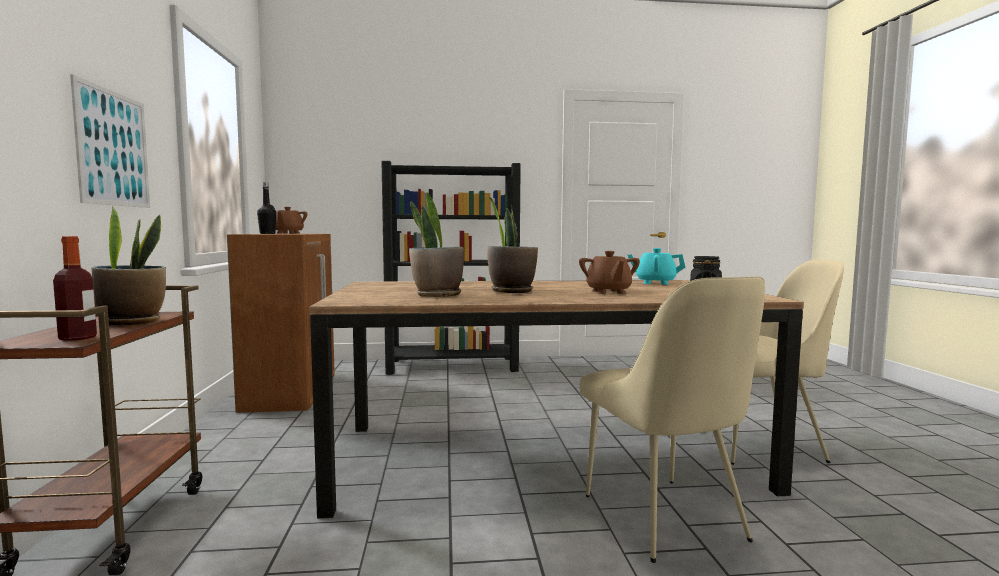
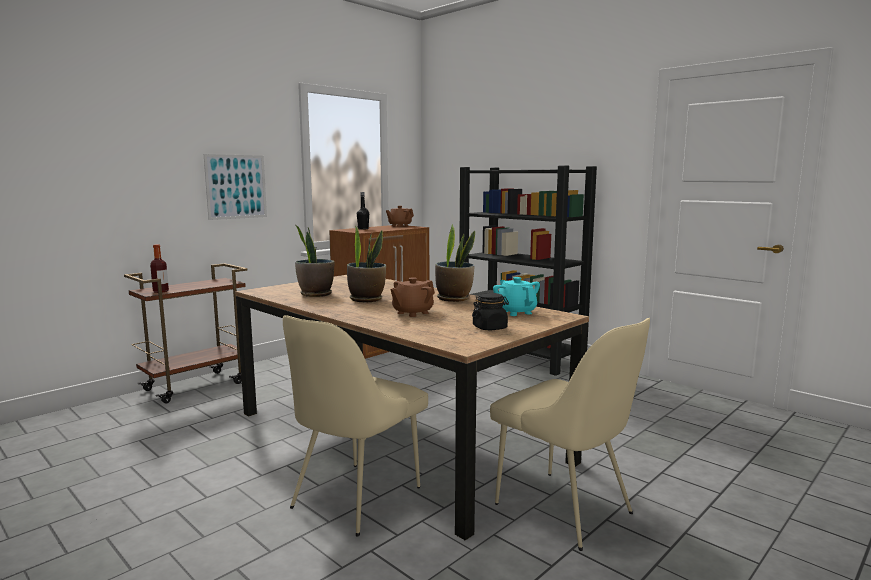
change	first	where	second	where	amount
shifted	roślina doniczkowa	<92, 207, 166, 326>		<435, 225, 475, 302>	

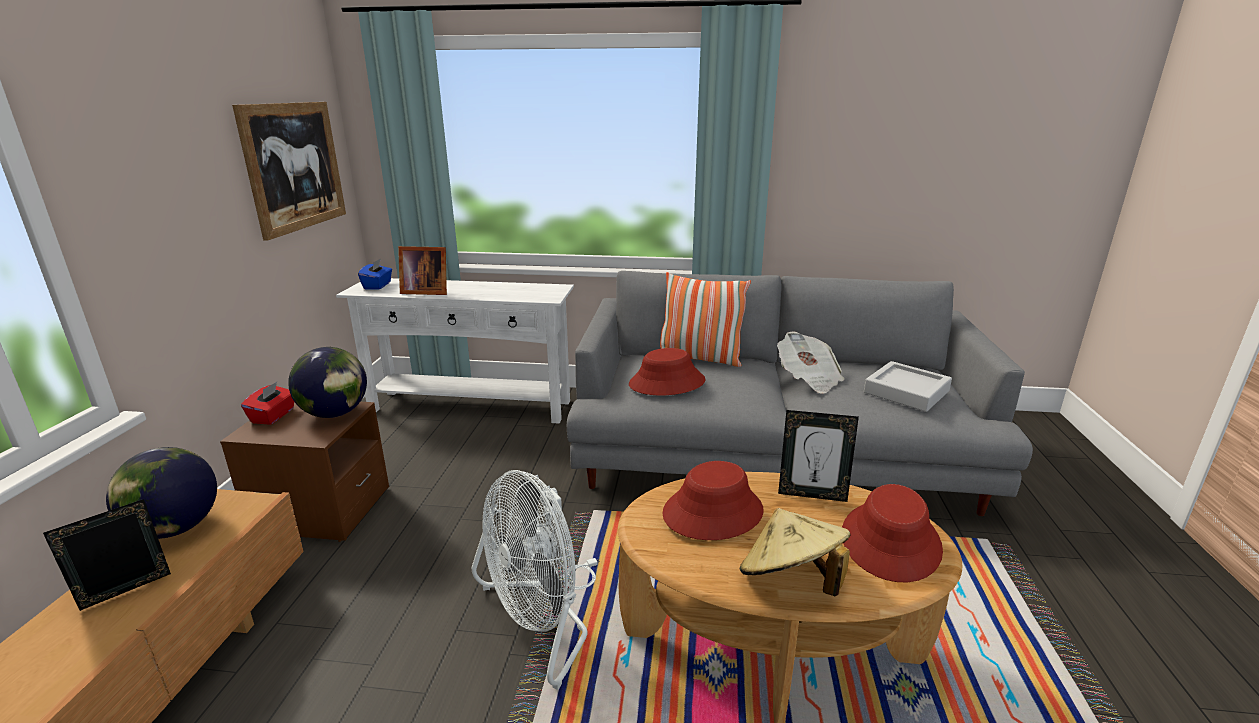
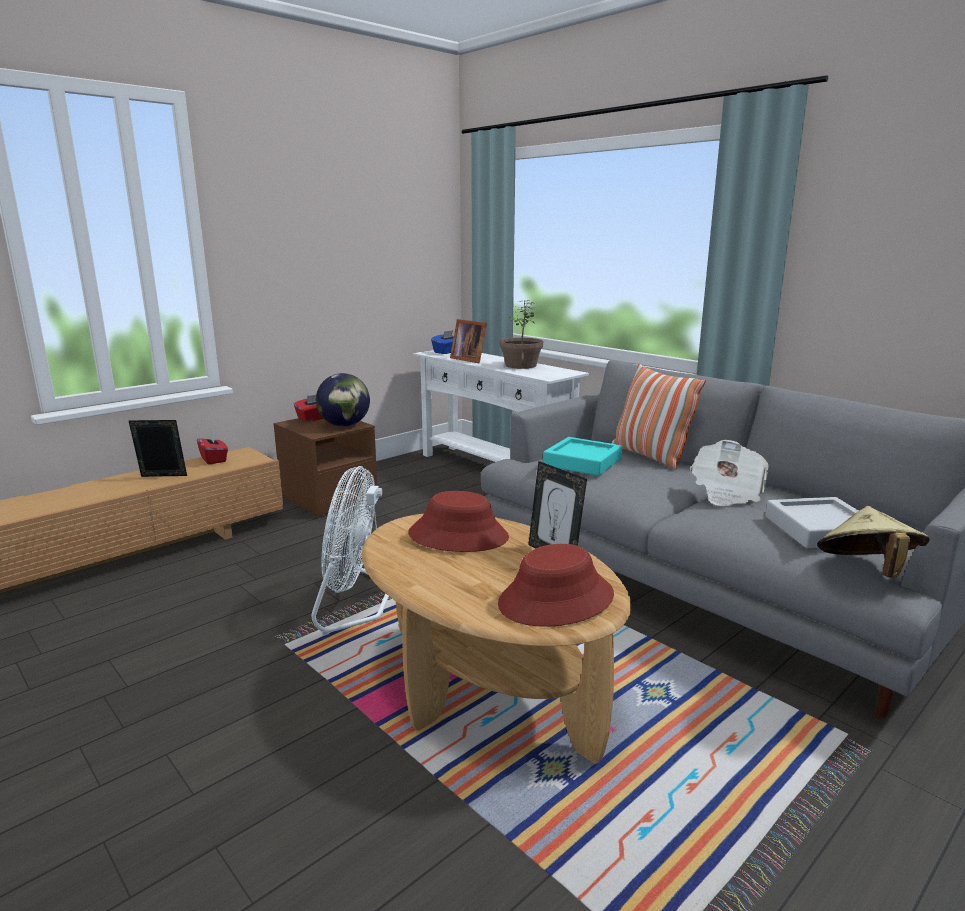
change	first	where	second	where	amount
gone	obraz	<232, 102, 346, 241>			
new			roślina doniczkowa	<500, 300, 543, 369>	
shifted	kapelusz [beżowy]	<740, 508, 850, 597>		<817, 506, 930, 578>	
swapped	globus	<106, 447, 217, 539>	pudełko chusteczek [czerwony]	<197, 431, 228, 464>	
swapped	kapelusz [czerwony]	<629, 348, 706, 395>	taca [turkusowy]	<543, 437, 622, 476>	

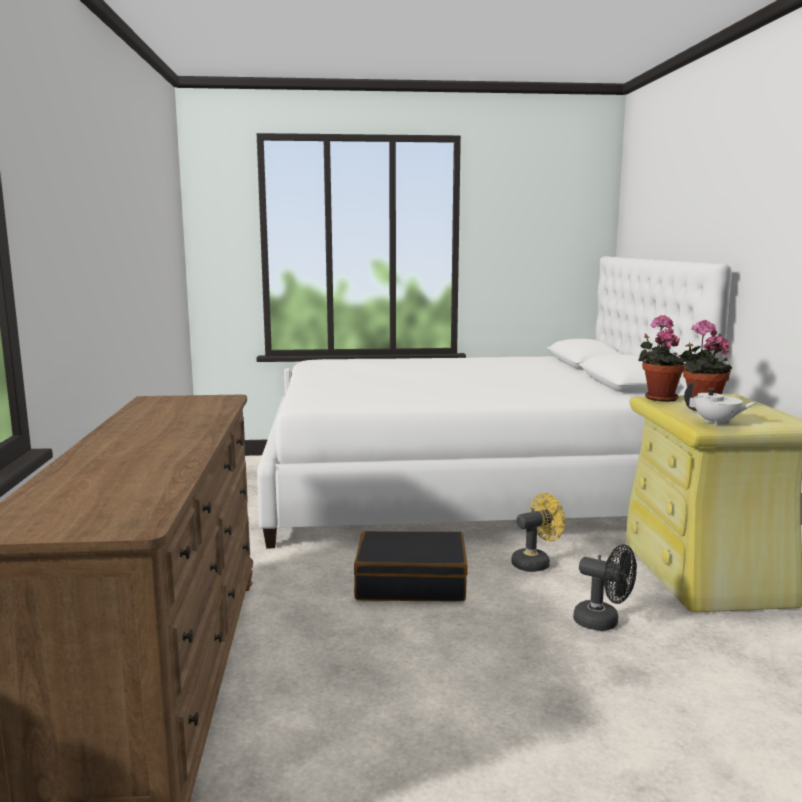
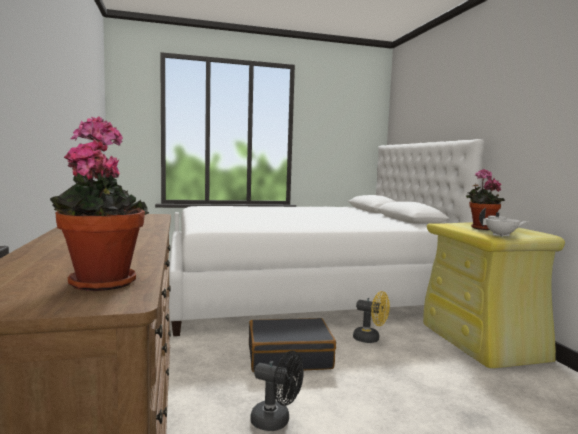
change	first	where	second	where	amount
shifted	wentylator [czarny]	<573, 544, 637, 631>		<250, 351, 304, 431>	
shifted	roślina doniczkowa	<638, 315, 685, 402>		<50, 116, 149, 291>	
rotated	wentylator [żółty]	<511, 493, 565, 572>		<353, 291, 390, 343>	60 degrees clockwise

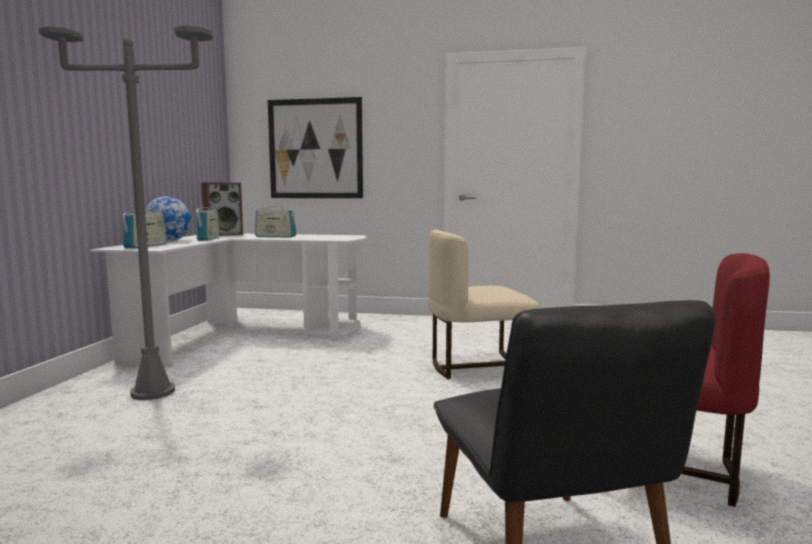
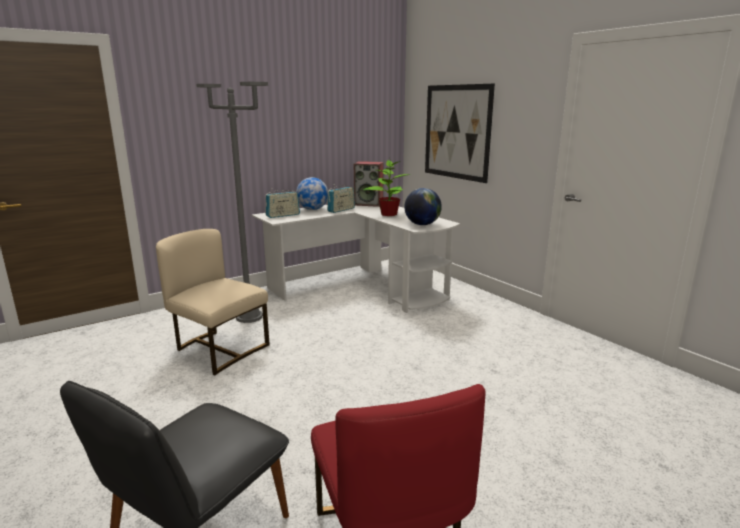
change	first	where	second	where	amount
new			globus	<404, 188, 442, 225>	
shifted	krzesło [beżowy]	<428, 230, 540, 379>		<156, 229, 270, 375>	
swapped	radio	<255, 203, 296, 238>	roślina doniczkowa	<363, 160, 410, 216>	

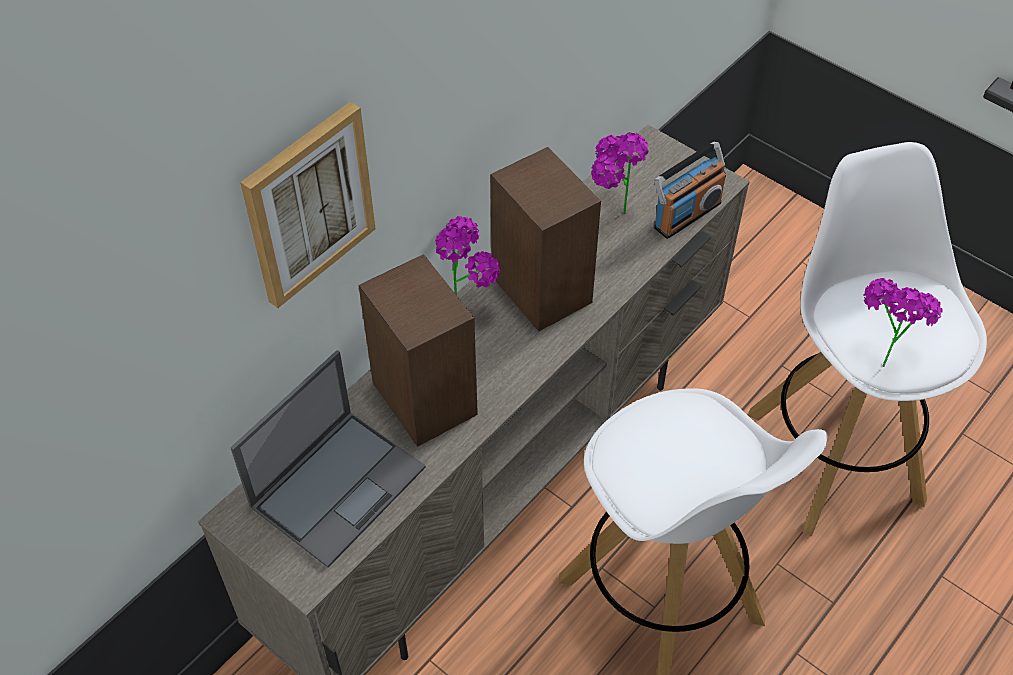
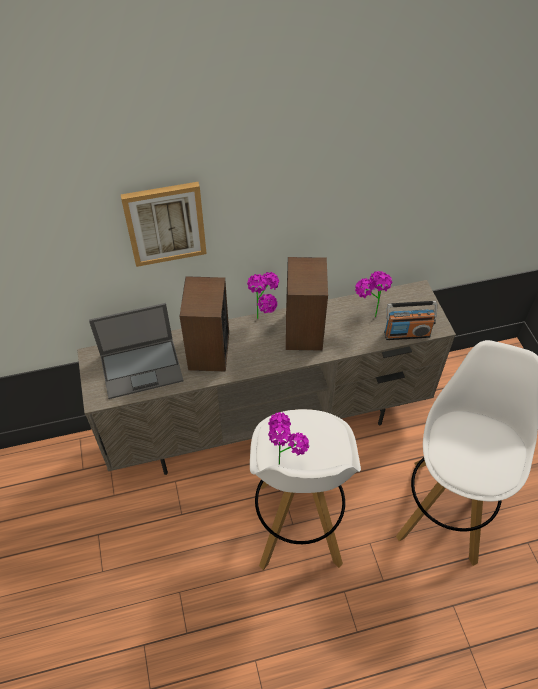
change	first	where	second	where	amount
shifted	roślina doniczkowa	<863, 278, 942, 367>		<268, 412, 309, 464>	

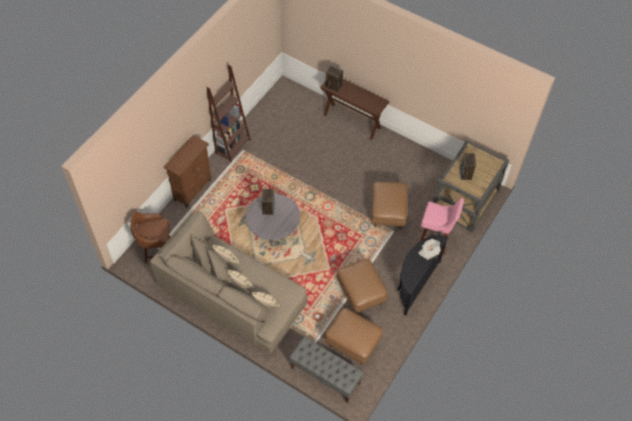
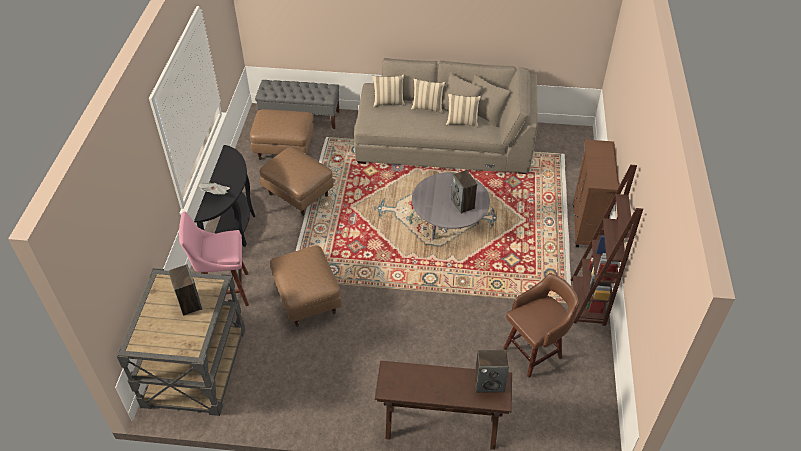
change	first	where	second	where	amount
shifted	stołek [brązowy]	<131, 211, 170, 263>		<503, 273, 579, 377>	

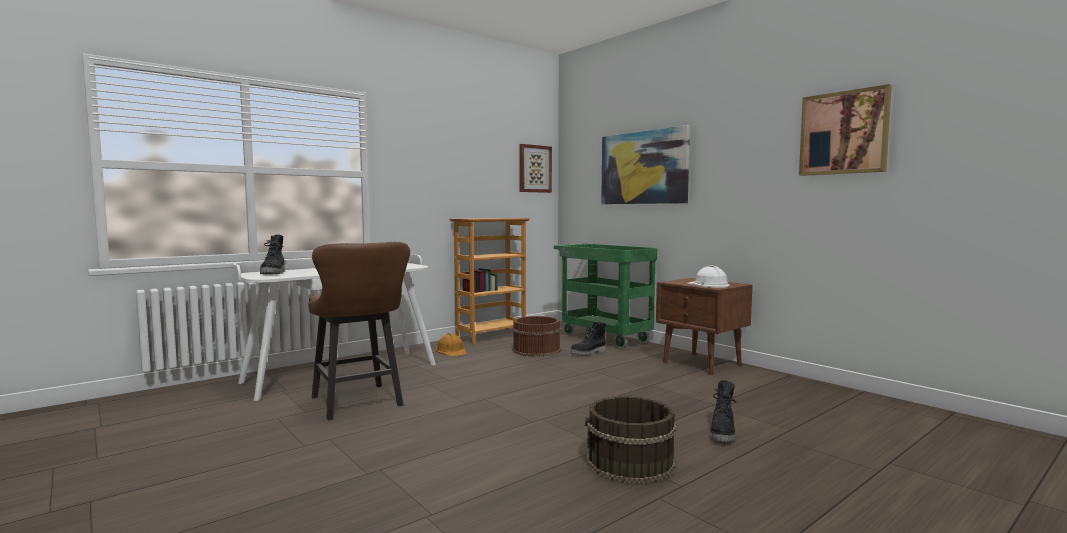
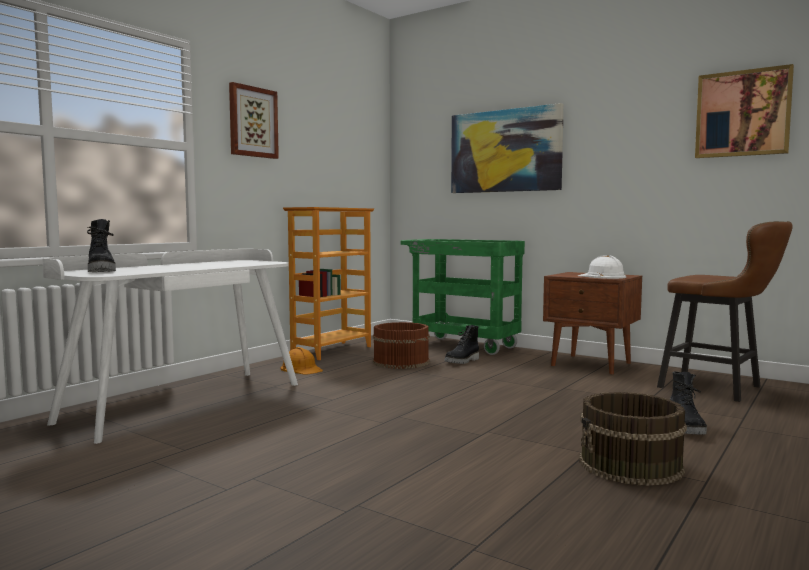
change	first	where	second	where	amount
shifted	stołek [brązowy]	<308, 242, 410, 420>		<657, 221, 793, 402>	
shifted	obraz	<519, 144, 552, 193>		<229, 82, 279, 159>	

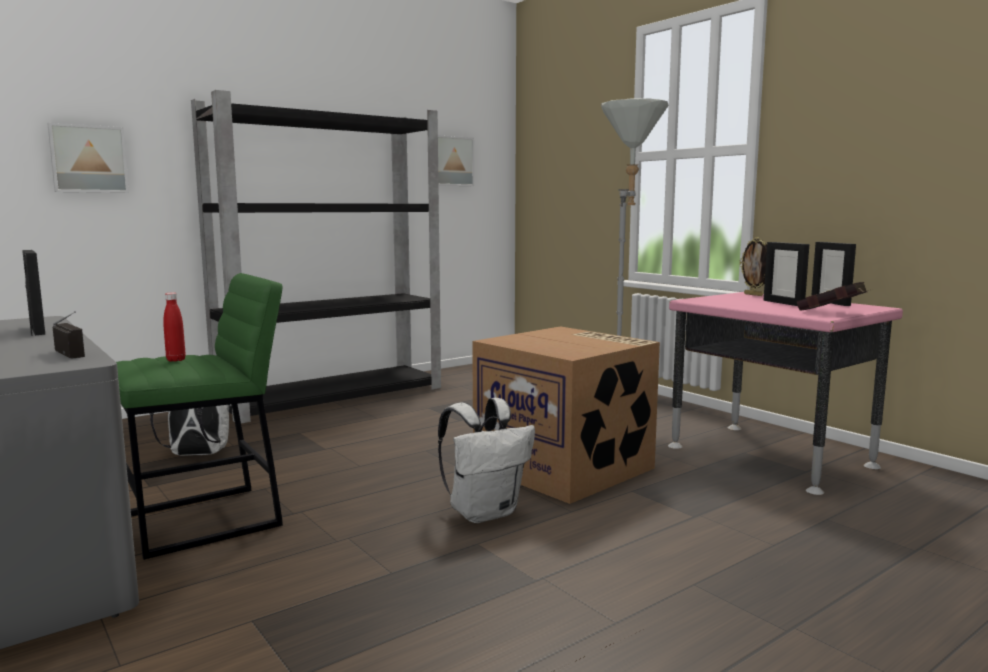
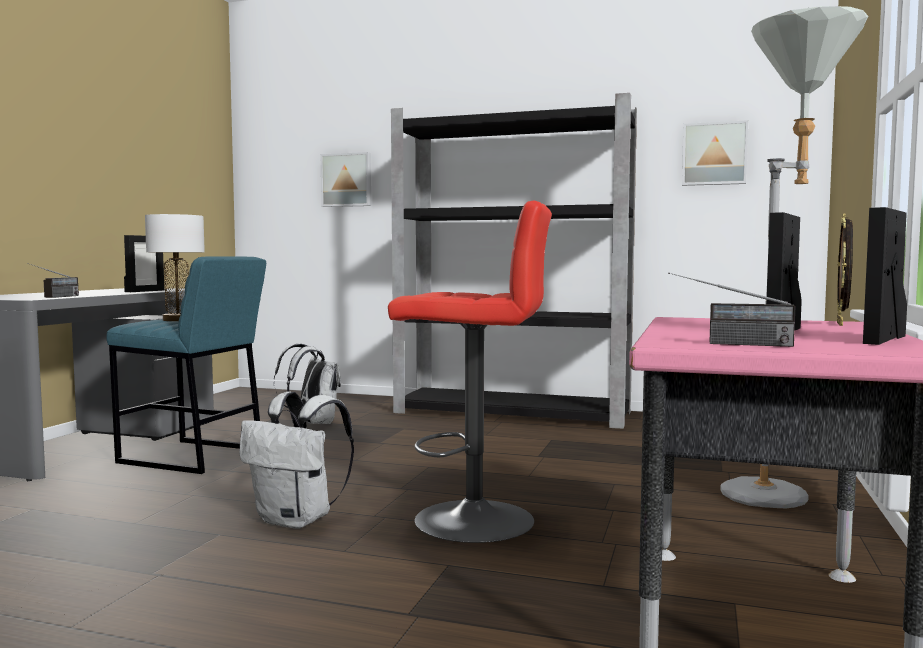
change	first	where	second	where	amount
swapped	butelka [czerwony]	<163, 293, 186, 362>	lampa stołowa	<145, 214, 205, 321>	
swapped	karton	<472, 326, 660, 504>	stołek [czerwony]	<388, 201, 552, 543>	
swapped	książka [czerwony]	<797, 282, 873, 311>	radio	<668, 272, 795, 347>	
repainted	stołek [zielony]	<116, 273, 283, 560>	stołek [niebieski]	<106, 256, 266, 474>	

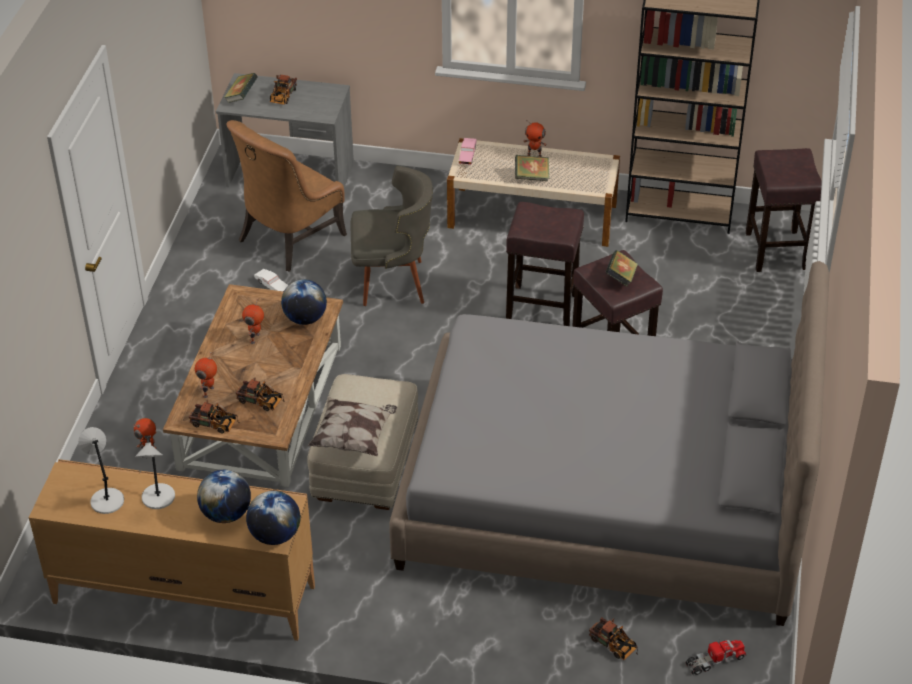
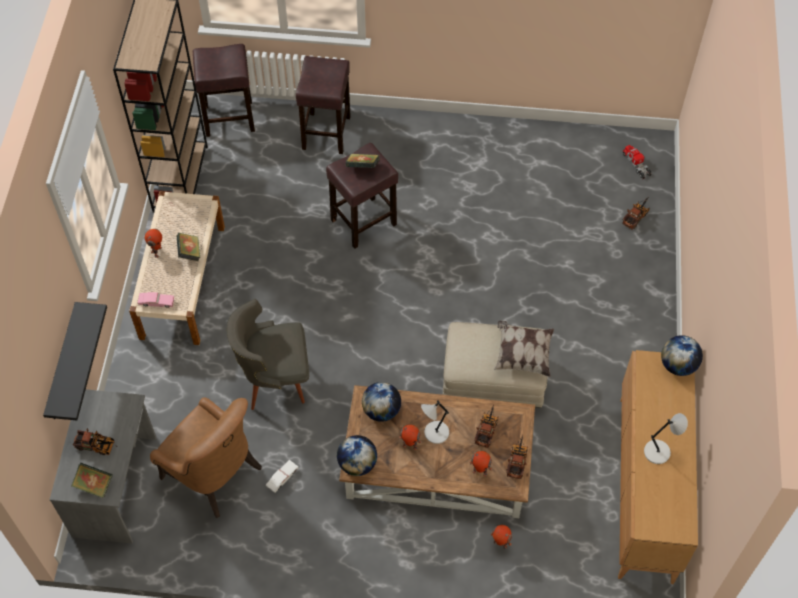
change	first	where	second	where	amount
gone	łóżko [szary]	<389, 261, 830, 626>			
new			półka [czarny]	<43, 302, 107, 420>	
shifted	lampa stołowa [szary]	<78, 427, 124, 514>		<421, 400, 449, 444>	
shifted	globus	<197, 470, 251, 523>		<337, 435, 377, 476>	
shifted	stołek [brązowy]	<506, 202, 584, 326>		<296, 56, 351, 154>	
rotated	krzesło [szary]	<351, 165, 433, 306>		<227, 299, 309, 410>	90 degrees counterclockwise

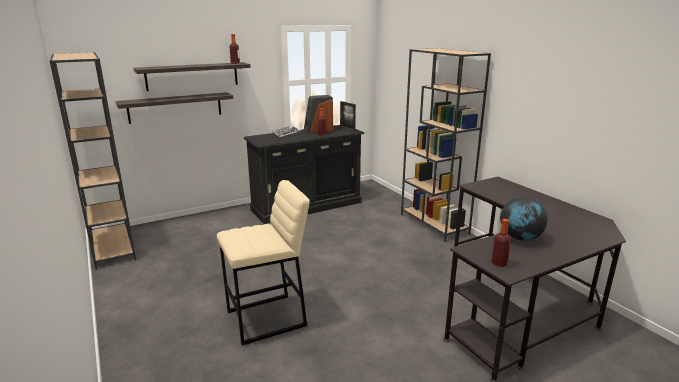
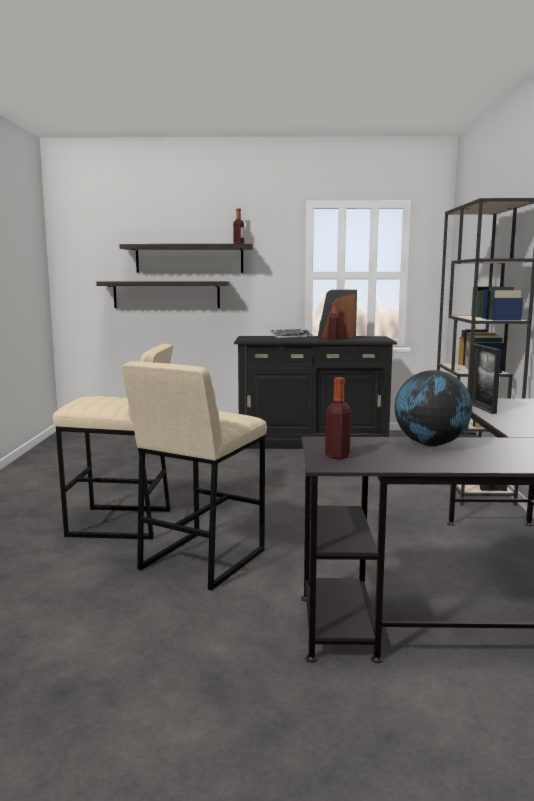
change	first	where	second	where	amount
gone	regał	<50, 52, 136, 269>			
new			stołek [beżowy]	<122, 361, 267, 591>	
shifted	ramka na zdjęcie	<340, 101, 356, 132>		<469, 344, 501, 414>	

